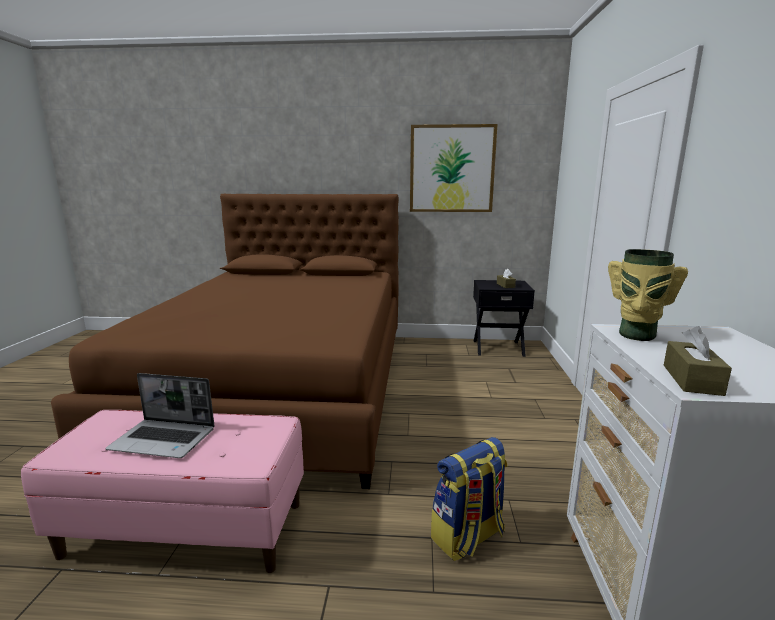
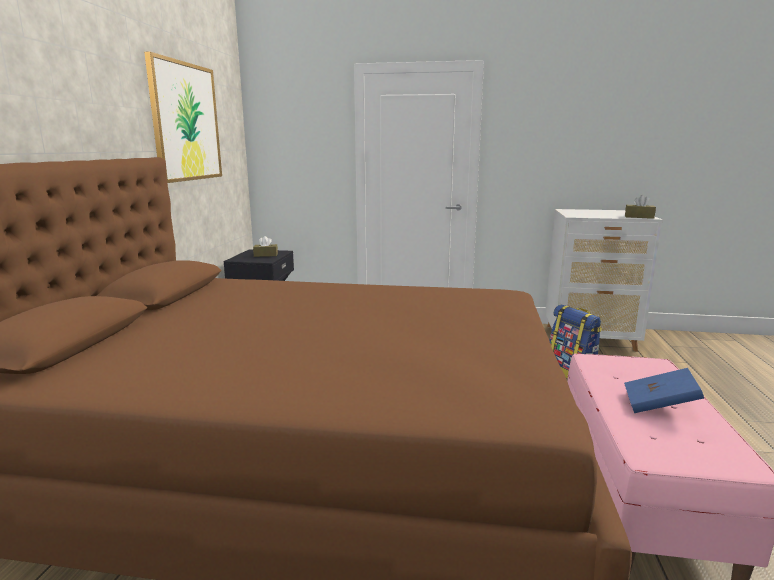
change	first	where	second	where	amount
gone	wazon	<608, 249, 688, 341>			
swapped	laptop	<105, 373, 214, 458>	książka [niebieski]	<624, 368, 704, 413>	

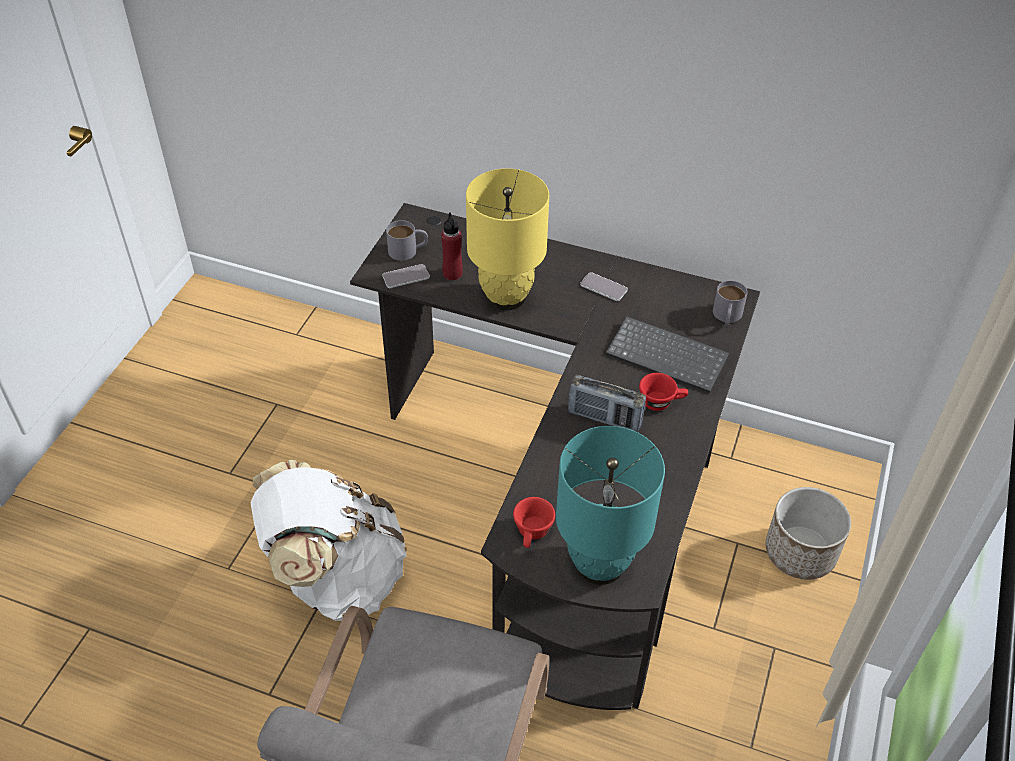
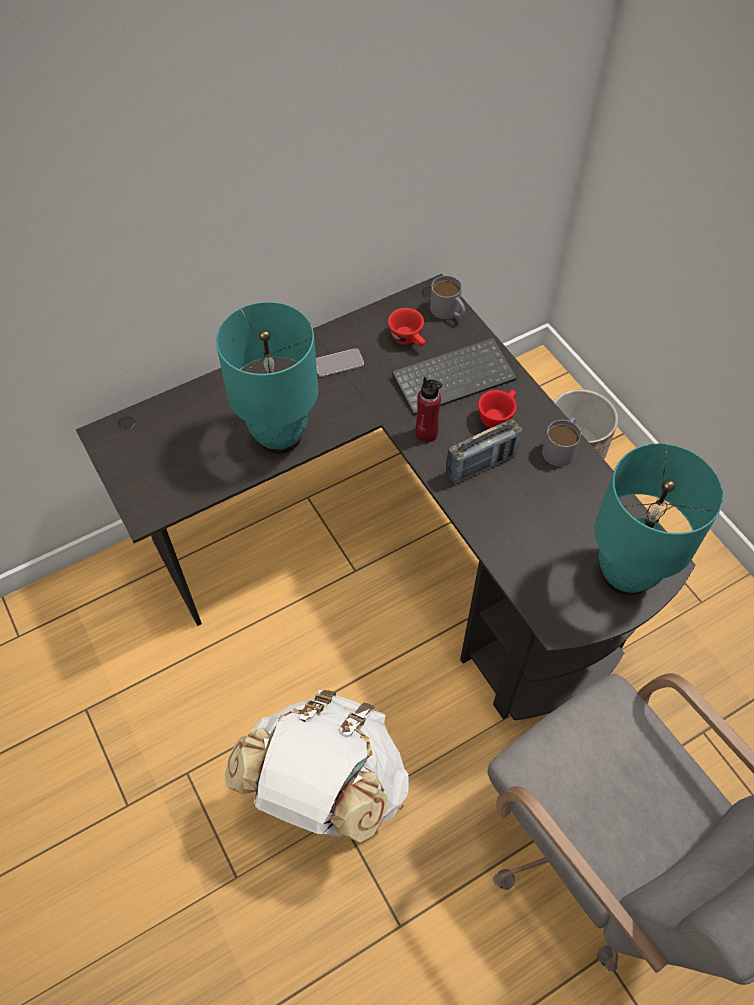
change	first	where	second	where	amount
gone	telefon	<382, 264, 430, 288>			
shifted	kubek [szary]	<386, 220, 428, 261>		<542, 418, 581, 466>	
shifted	butelka [czerwony]	<441, 212, 463, 280>		<415, 377, 442, 443>	
shifted	filiżanka [czerwony]	<513, 497, 555, 548>		<388, 308, 426, 346>	
repainted	lampa stołowa [żółty]	<466, 169, 549, 310>	lampa stołowa [turkusowy]	<216, 302, 318, 454>	

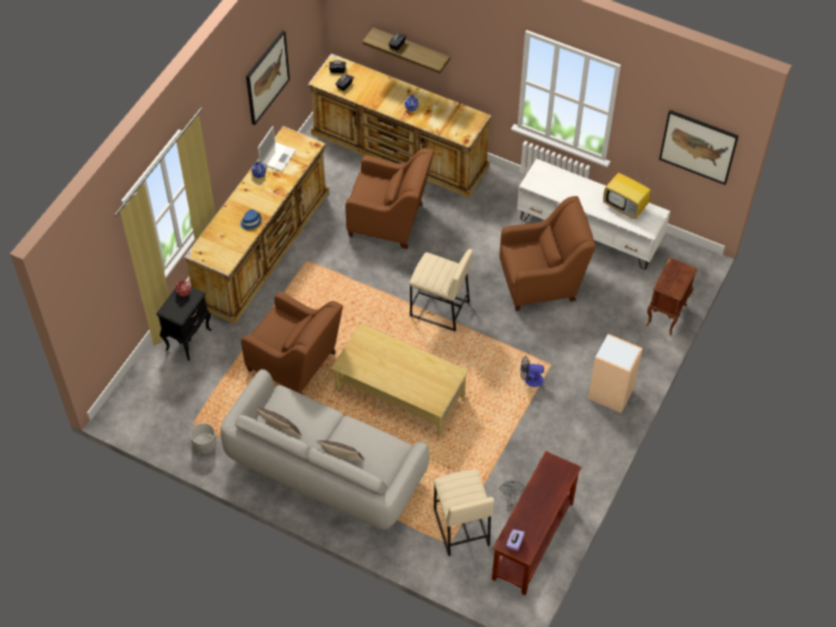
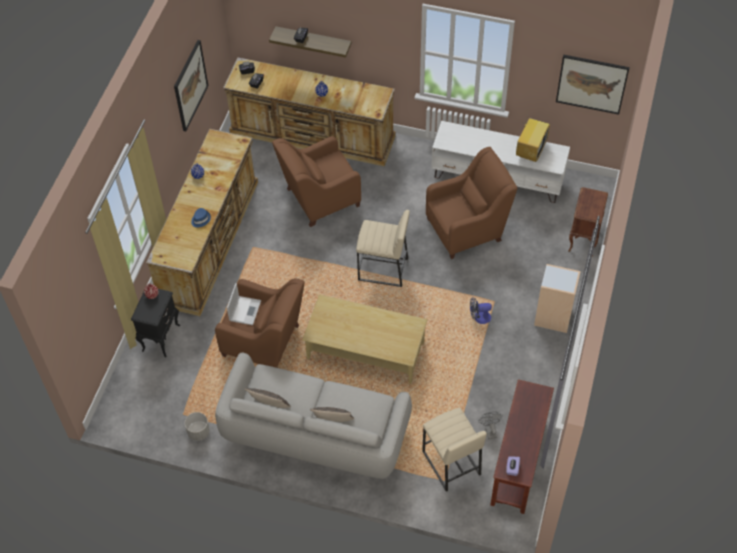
change	first	where	second	where	amount
shifted	laptop	<258, 126, 296, 172>		<227, 283, 261, 325>	
rotated	fotel [brązowy]	<345, 148, 434, 249>		<272, 136, 361, 227>	150 degrees clockwise
rotated	telewizor	<603, 165, 651, 219>		<516, 112, 550, 162>	90 degrees counterclockwise

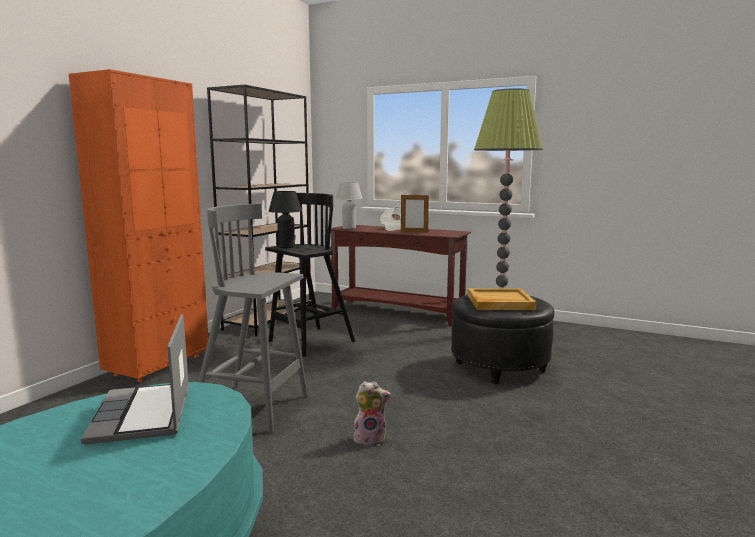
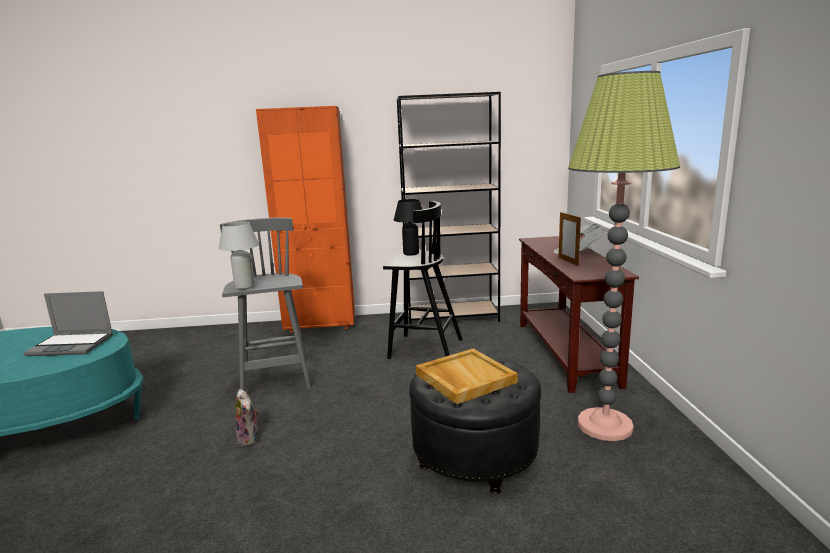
change	first	where	second	where	amount
shifted	lampa stołowa [biały]	<335, 182, 363, 229>		<219, 222, 259, 289>	
rotated	laptop	<81, 314, 189, 445>		<23, 291, 113, 356>	135 degrees counterclockwise

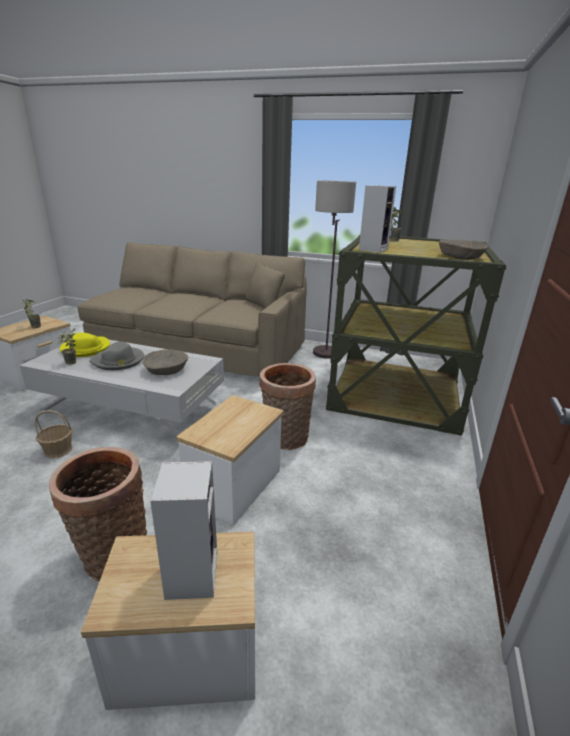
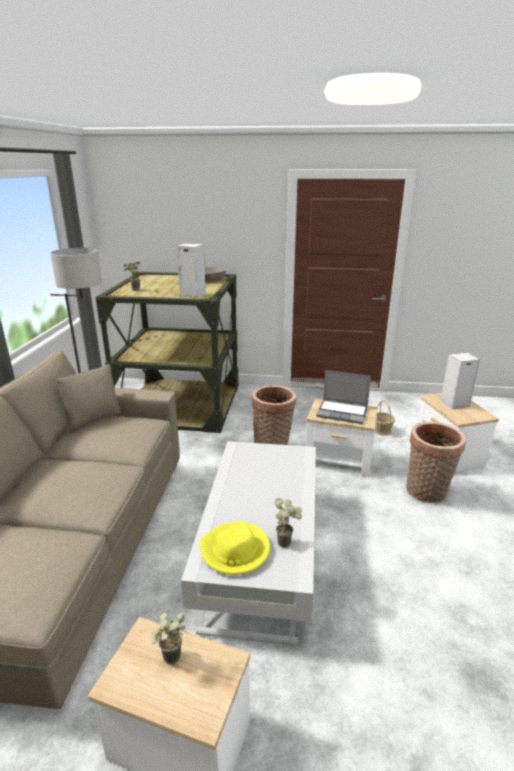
change	first	where	second	where	amount
gone	kapelusz [szary]	<90, 341, 144, 370>			
gone	miska [beżowy]	<142, 349, 188, 375>			
new			laptop	<316, 370, 371, 424>	
shifted	koszyk	<35, 410, 73, 459>		<375, 400, 395, 435>	

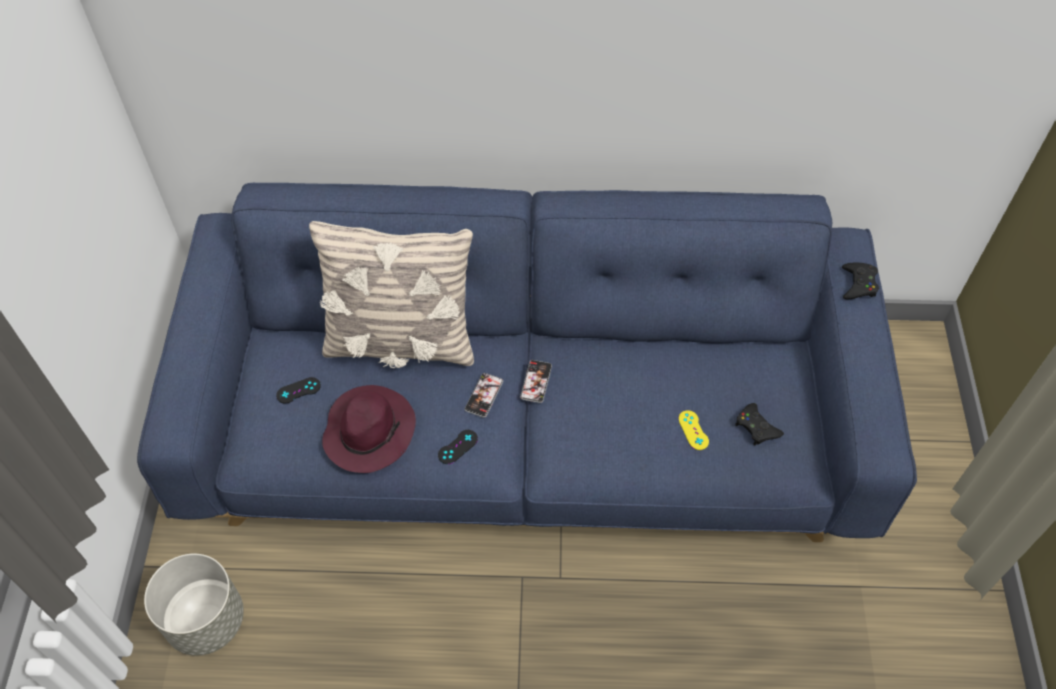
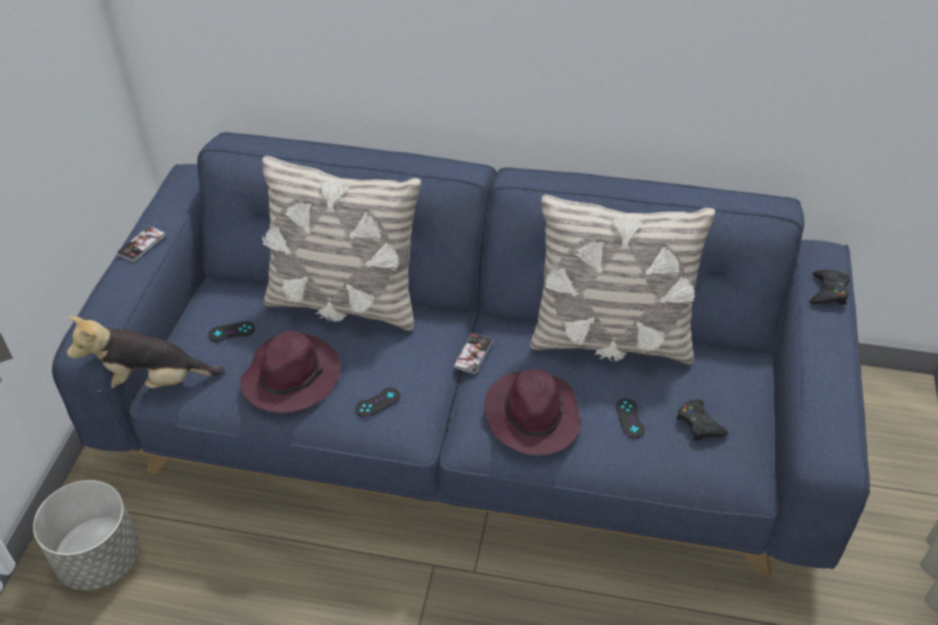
change	first	where	second	where	amount
new			pluszak	<67, 316, 225, 391>	
new			kapelusz [fioletowy]	<484, 370, 581, 455>	
new			poduszka [beżowy]	<530, 195, 715, 364>	
shifted	telefon	<465, 373, 503, 418>		<117, 226, 166, 262>	
repainted	pad do gier [żółty]	<678, 410, 709, 450>	pad do gier [czarny]	<616, 398, 645, 438>	

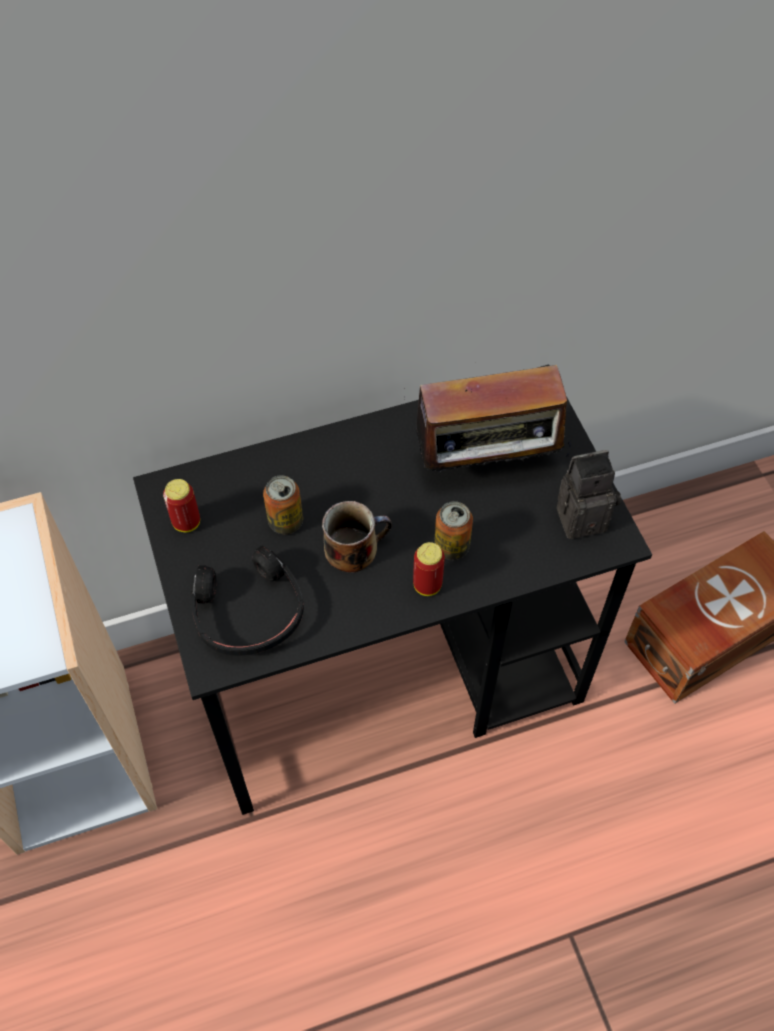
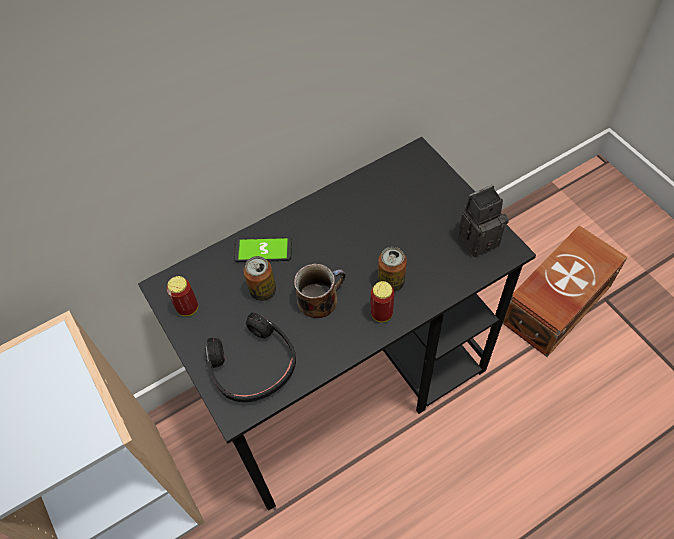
change	first	where	second	where	amount
gone	radio	<404, 362, 572, 491>			
new			telefon	<234, 237, 292, 262>	

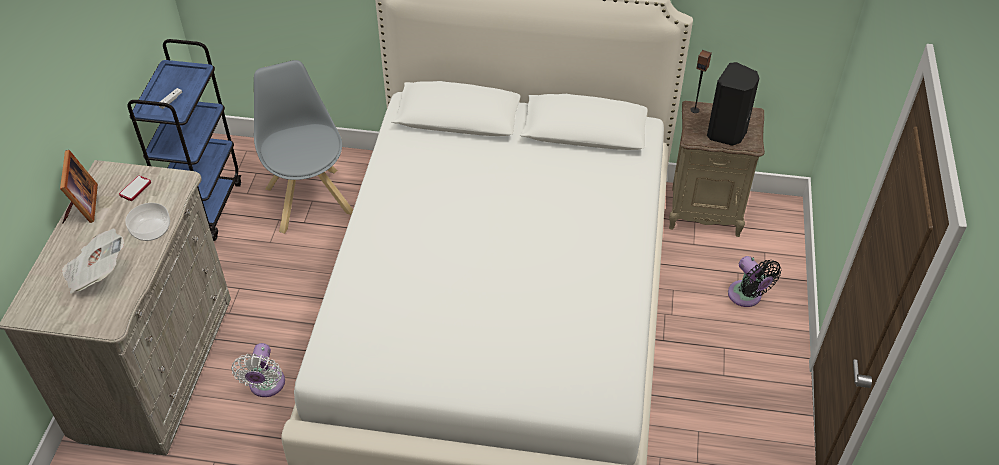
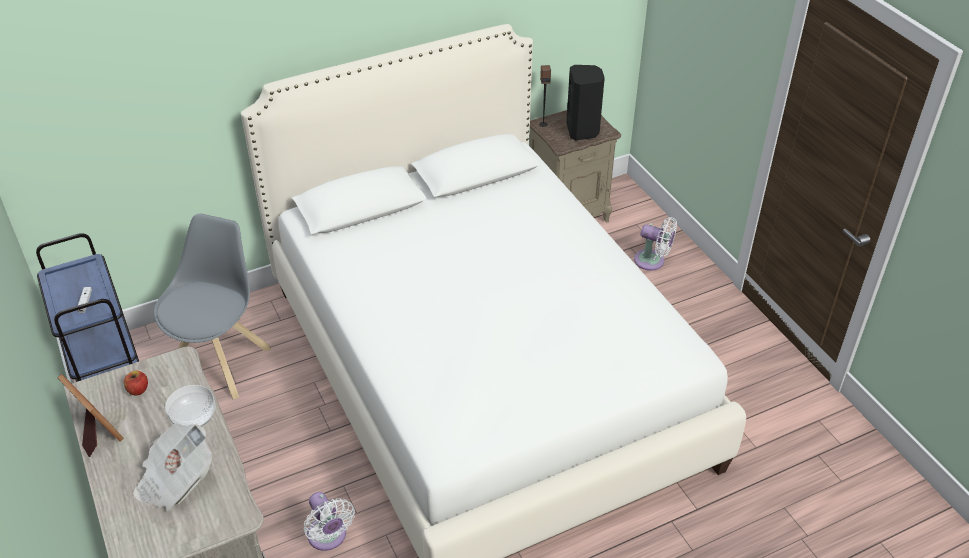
change	first	where	second	where	amount
swapped	telefon	<119, 175, 151, 201>	jabłko	<124, 370, 148, 395>	
repainted	wentylator [czarny]	<728, 256, 781, 307>	wentylator [biały]	<634, 217, 677, 271>	
rotated	krzesło [szary]	<254, 60, 353, 233>		<154, 214, 271, 399>	75 degrees clockwise

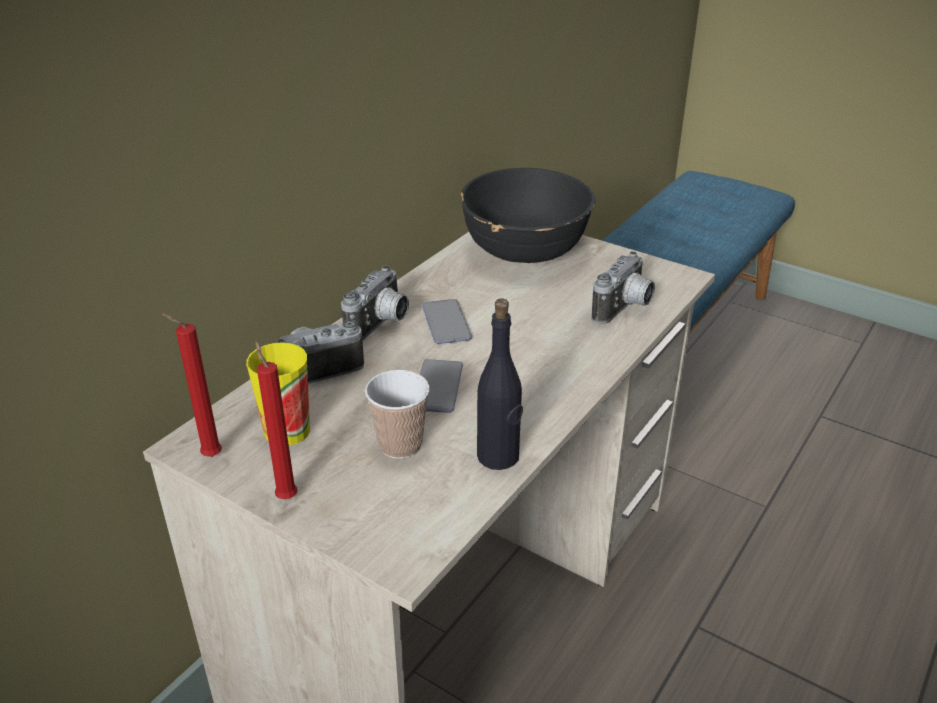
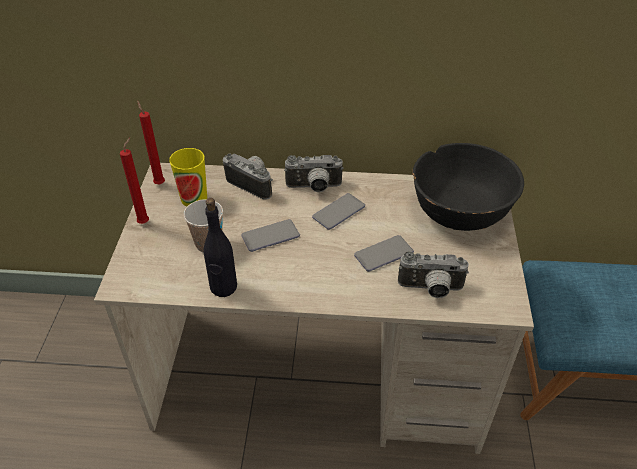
change	first	where	second	where	amount
new			telefon	<354, 235, 414, 272>	

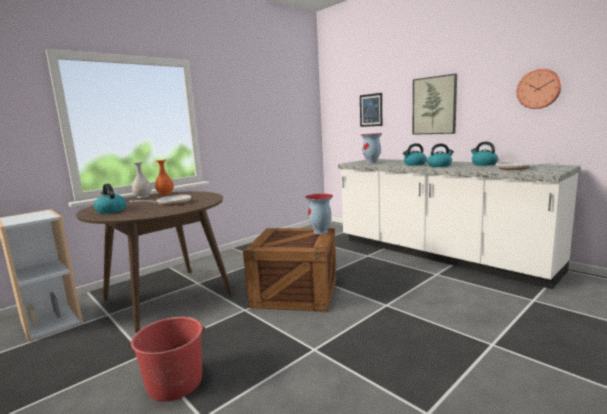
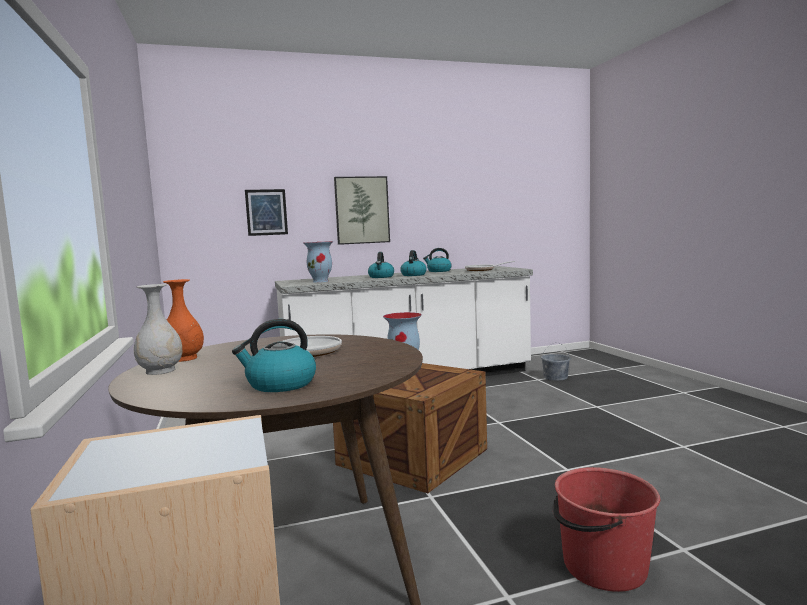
change	first	where	second	where	amount
gone	zegar ścienny	<517, 69, 562, 109>			
new			wiadro [szary]	<541, 342, 571, 381>	

